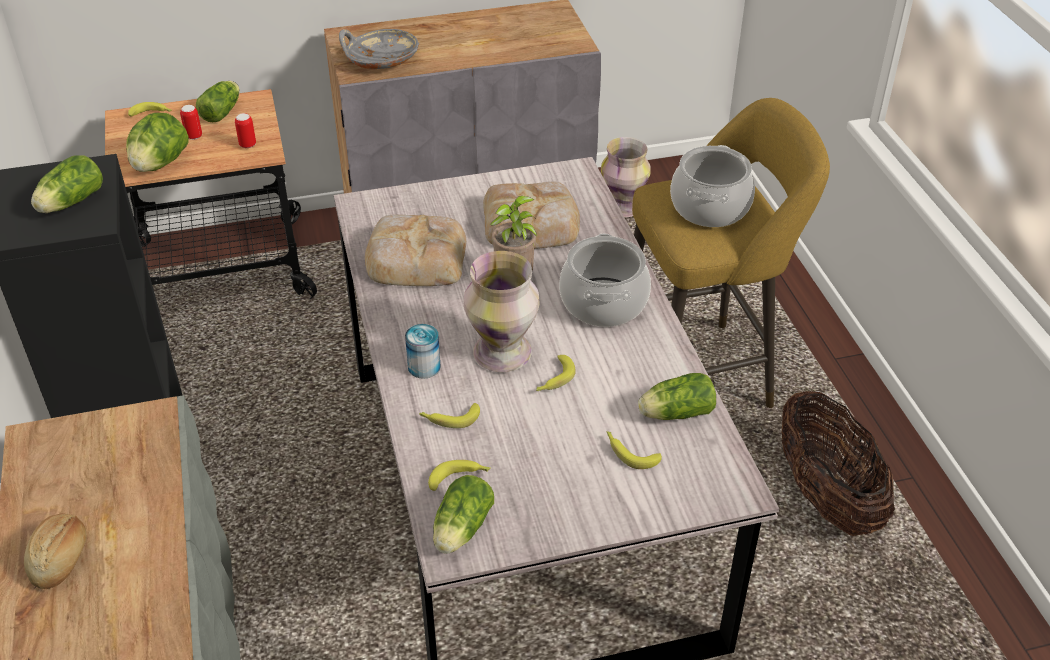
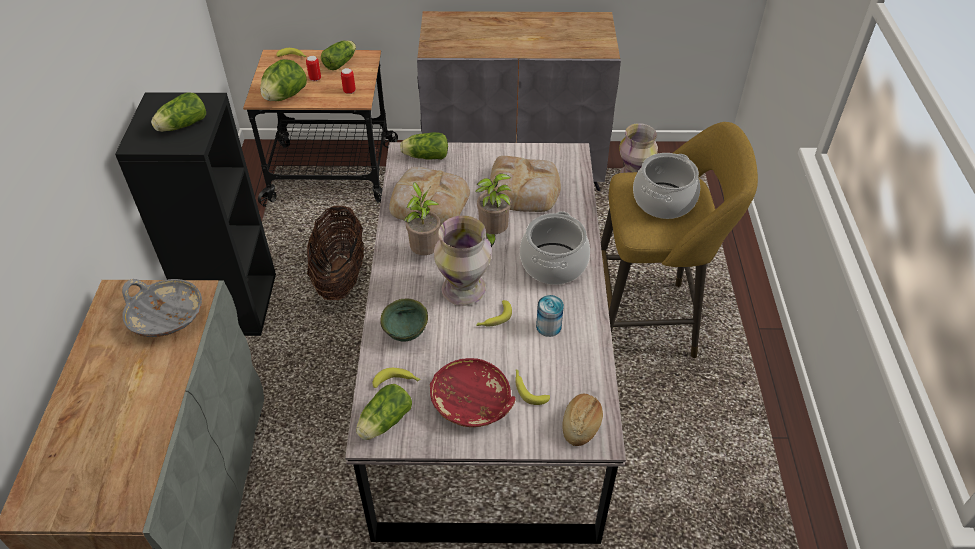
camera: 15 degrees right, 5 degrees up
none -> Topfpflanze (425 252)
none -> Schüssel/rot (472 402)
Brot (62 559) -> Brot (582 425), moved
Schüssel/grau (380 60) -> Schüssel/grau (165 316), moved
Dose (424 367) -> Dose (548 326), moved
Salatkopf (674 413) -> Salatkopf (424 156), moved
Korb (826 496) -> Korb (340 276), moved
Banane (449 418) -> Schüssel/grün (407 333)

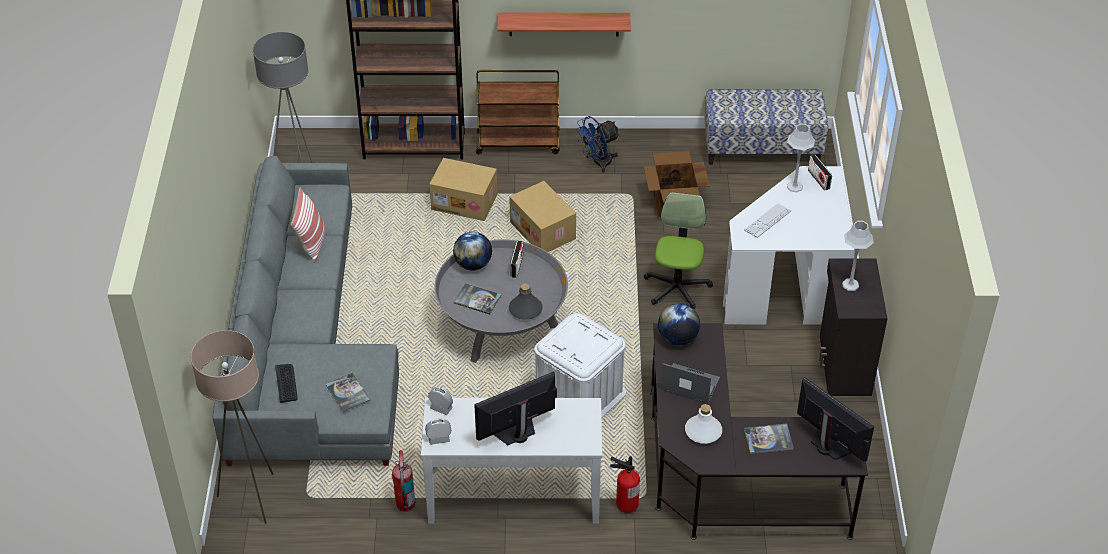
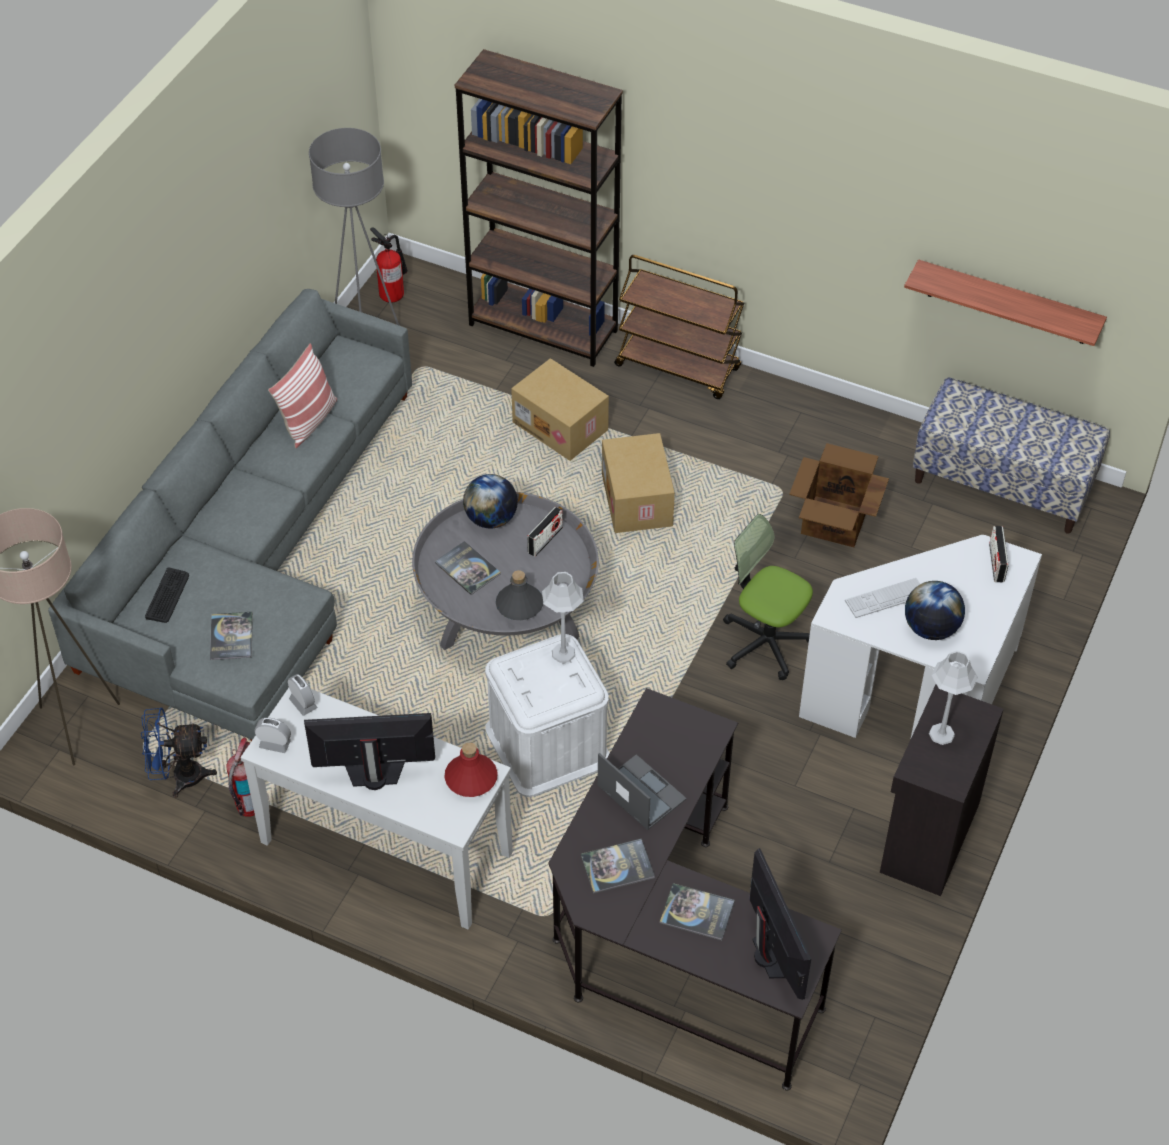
camera: 25 degrees right, 5 degrees up
none -> Flasche/rot (471 777)
Wandregal (563 24) -> Wandregal (1008 303), moved
Ventilator/blau (598 163) -> Ventilator/blau (179 777), moved
Feuerlöscher (626 503) -> Feuerlöscher (393 294), moved
Globus (677 338) -> Globus (930 628), moved
Tischlampe/grau (794 186) -> Tischlampe/grau (563 653), moved
Flasche/weiß (703 431) -> Buch (617 866)
Bürostuhl (677 287) -> Bürostuhl (765 642), 90 degrees counterclockwise

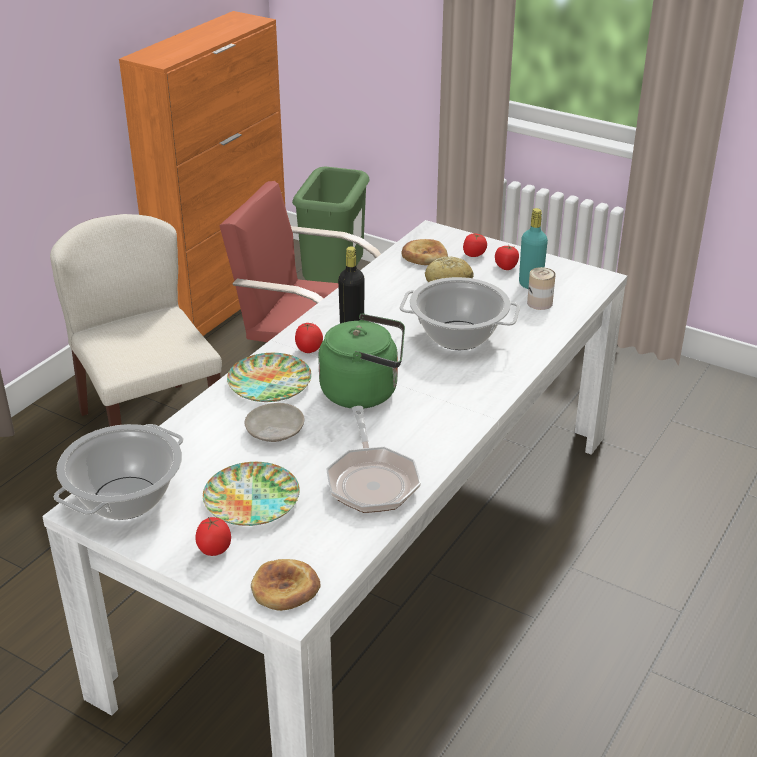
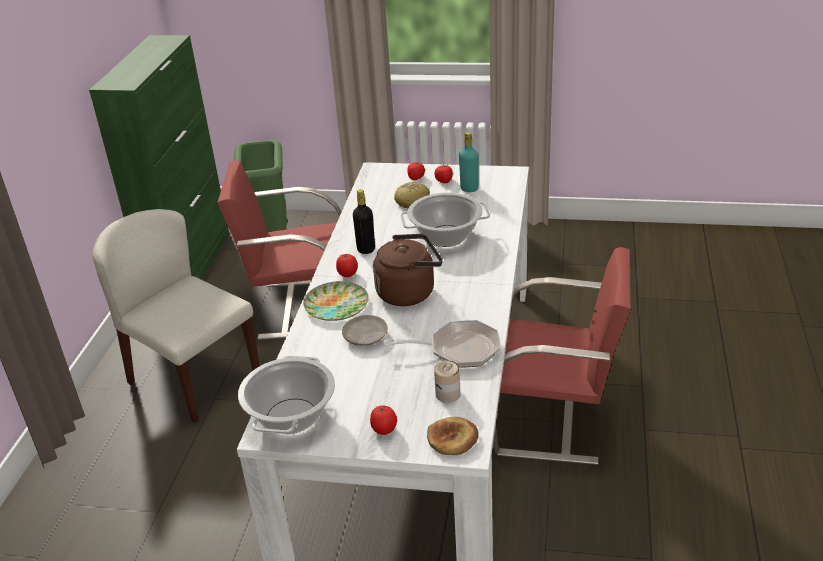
camera: 20 degrees left, 0 degrees up
Teller (252 499) -> none
Brot (424 256) -> none
none -> Stuhl/rot (552 420)
Dose (539 303) -> Dose (447 394), moved
Schrank/orange (224 300) -> Schrank/grün (190 266)
Wasserkessel/grün (364 392) -> Wasserkessel/braun (409 292)
Pfanne (371 480) -> Pfanne (458 350), 60 degrees counterclockwise

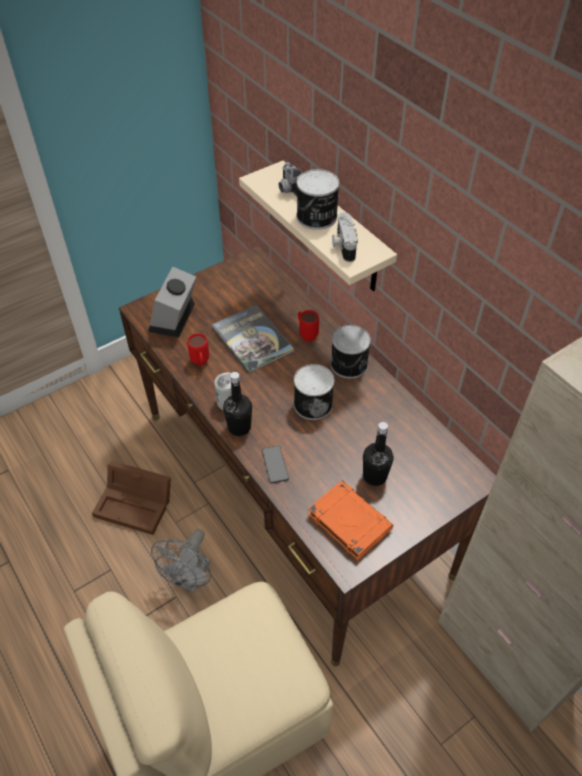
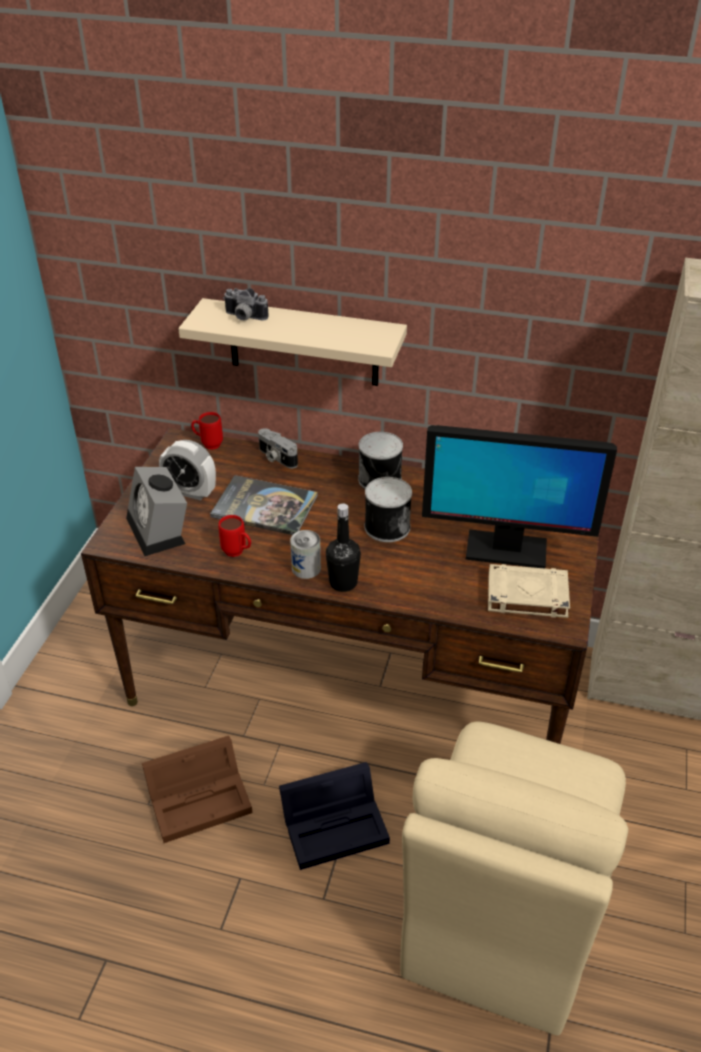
camera: 40 degrees left, 10 degrees down
Handy (275 464) -> none
Dose (317 217) -> none
none -> Wecker (190 492)
Henkelbecher/rot (306 334) -> Henkelbecher/rot (208 444), moved
Kamera (343 245) -> Kamera (276 457), moved
Ventilator/grau (190 579) -> Aufbewahrungsbox/schwarz (336 824)
Flasche/schwarz (374 476) -> Monitor (505 550)
Buch/orange (348 521) -> Buch/beige (526 595)

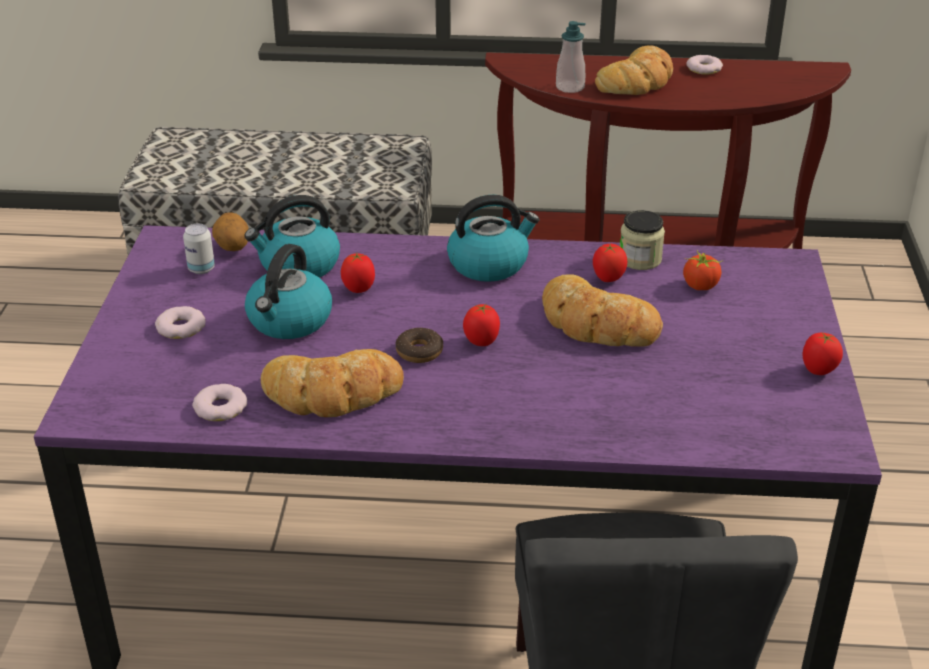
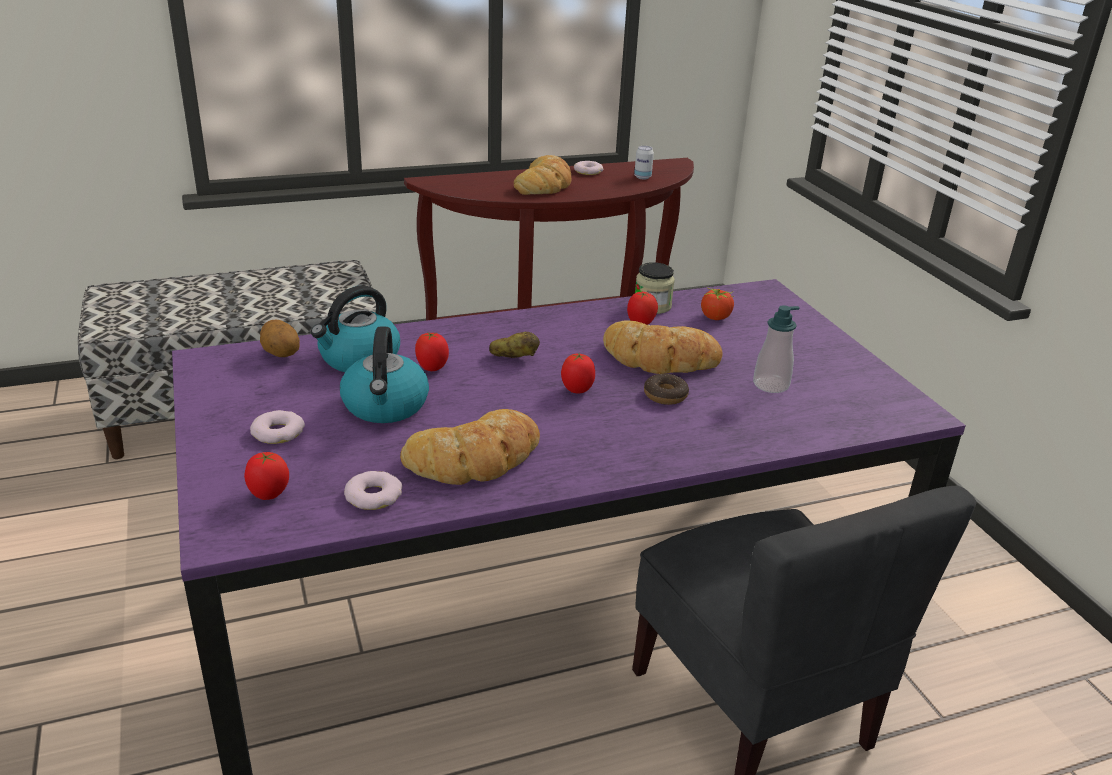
camera: 25 degrees left, 5 degrees down
Wasserkessel (489 264) -> none
none -> Kartoffel (514 358)
Dose (201 269) -> Dose (642 177), moved
Donut (419 351) -> Donut (665 395), moved
Seifenspender (570 87) -> Seifenspender (771 385), moved
Tomate (818 371) -> Tomate (269 495), moved

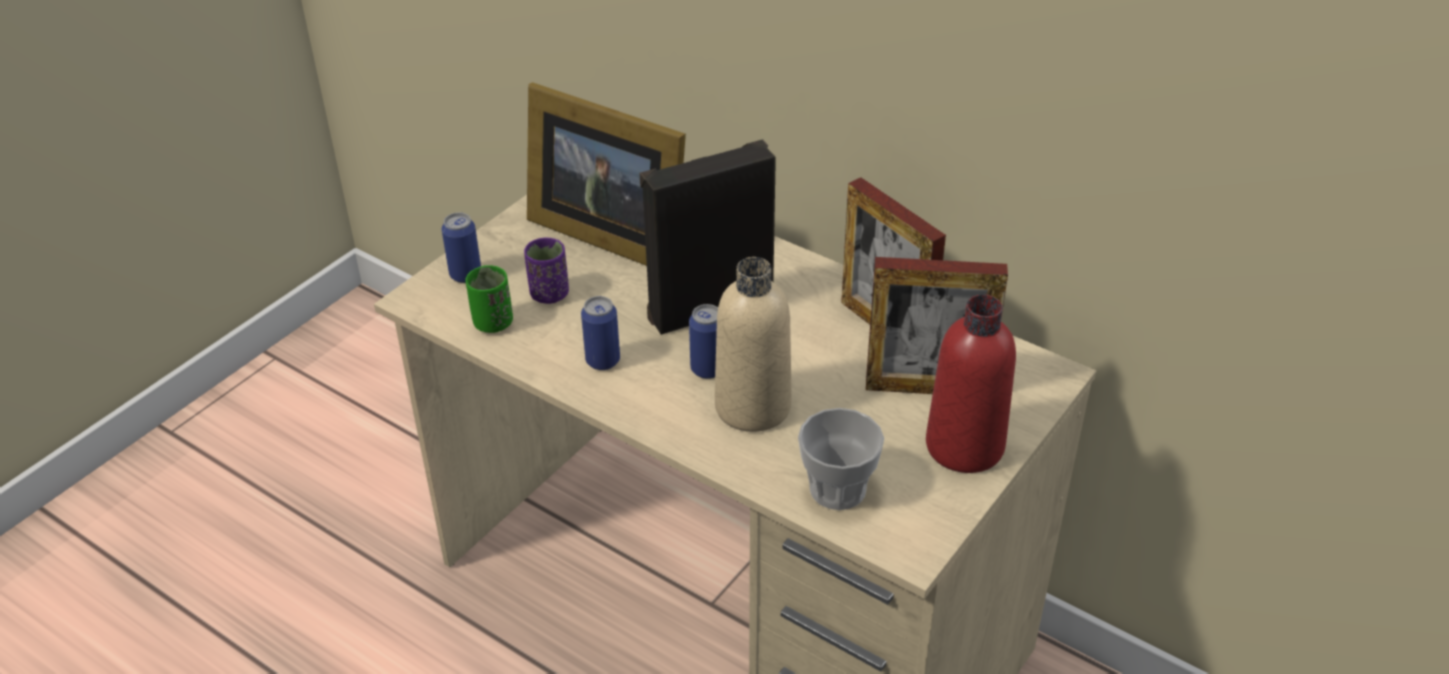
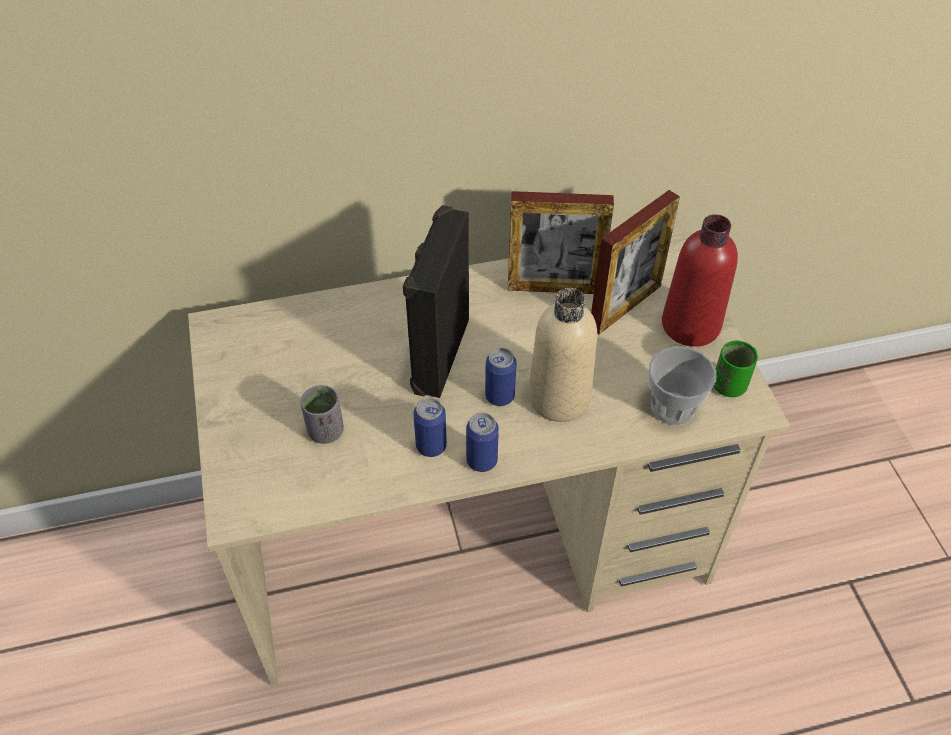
camera: 50 degrees left, 10 degrees up
Bilderrahmen (607 232) -> none
Dose (465 275) -> Dose (481 461), moved
Tasse/grün (493 323) -> Tasse/grün (729 386), moved
Tasse/lila (549 294) -> Tasse/grau (325 431)

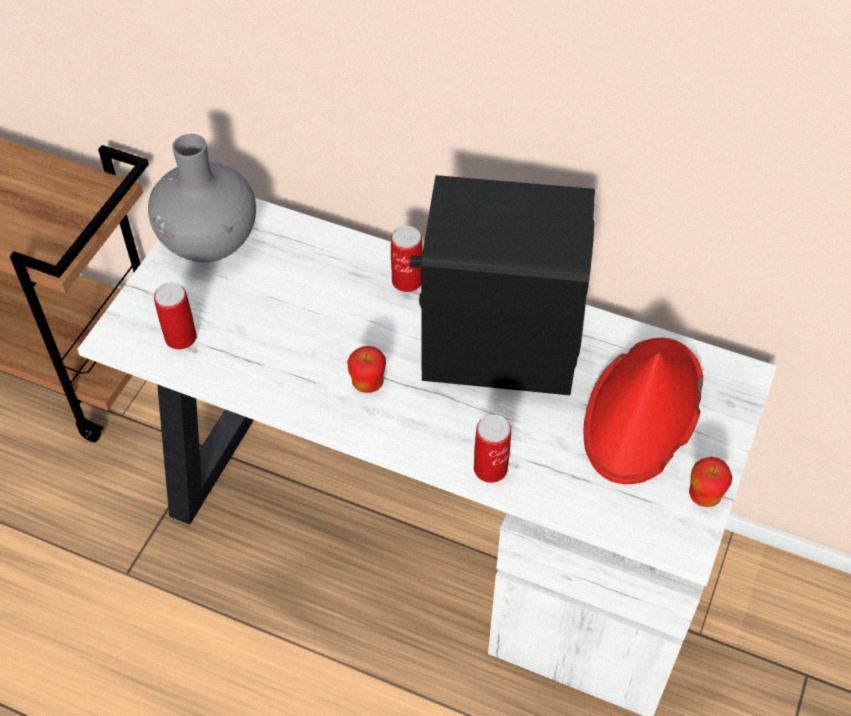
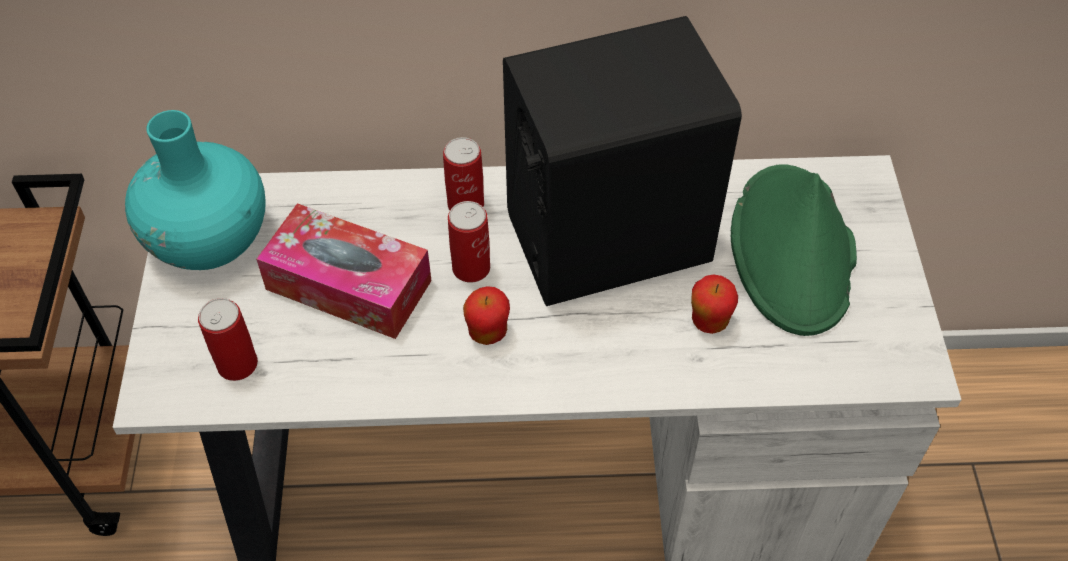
camera: 25 degrees left, 0 degrees up
none -> Taschentuchbox (348 285)
Dose (490 468) -> Dose (471 268), moved
Apfel (704 496) -> Apfel (709 321), moved
Vase/grau (208 240) -> Vase/türkis (209 240)
Hut/rot (643 412) -> Hut/grün (793 251)

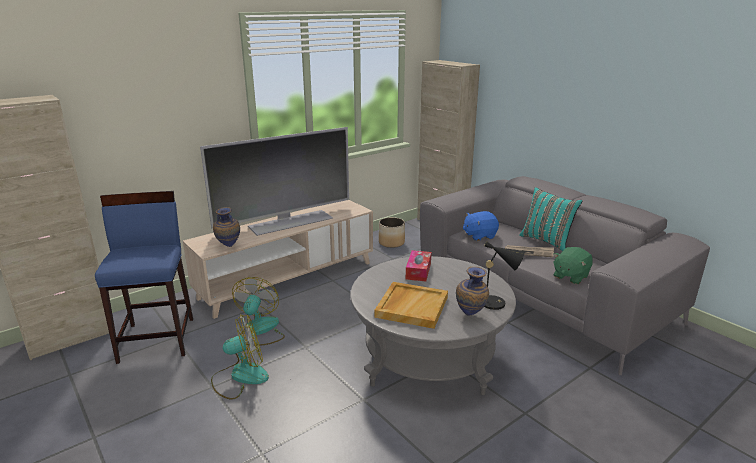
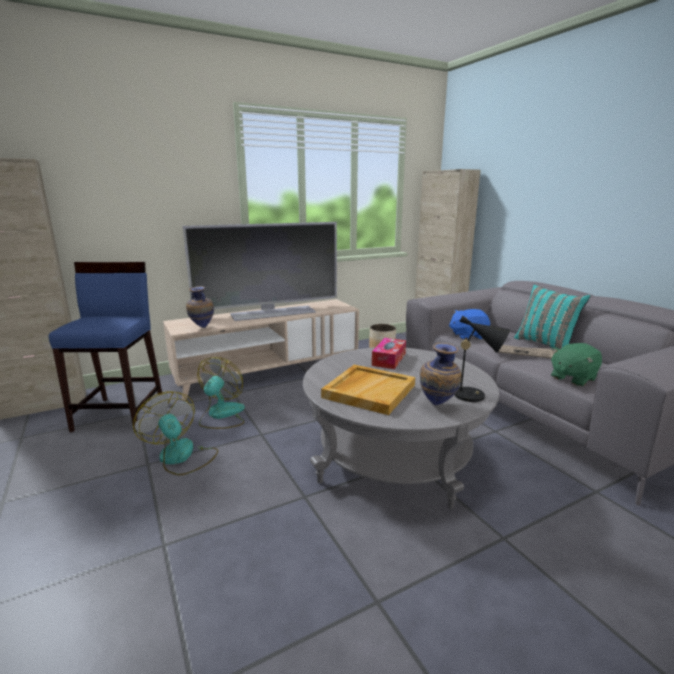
camera: 10 degrees right, 5 degrees down
Ventilator (240 377) -> Ventilator (181 457), 120 degrees counterclockwise

